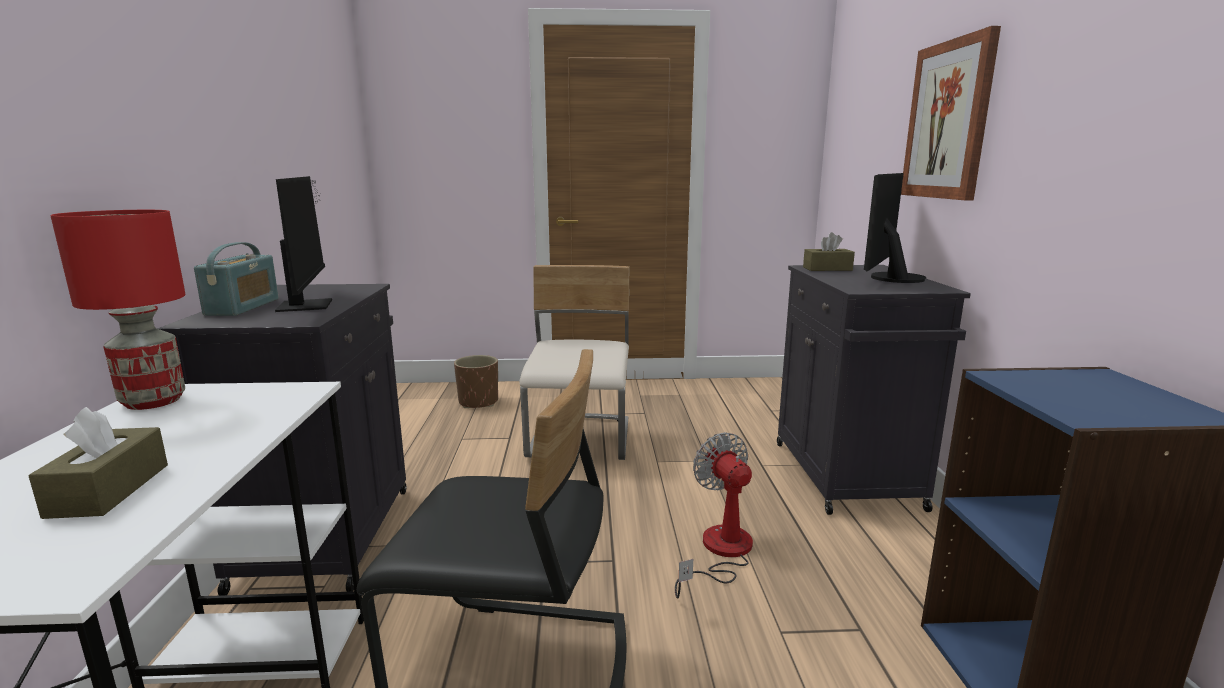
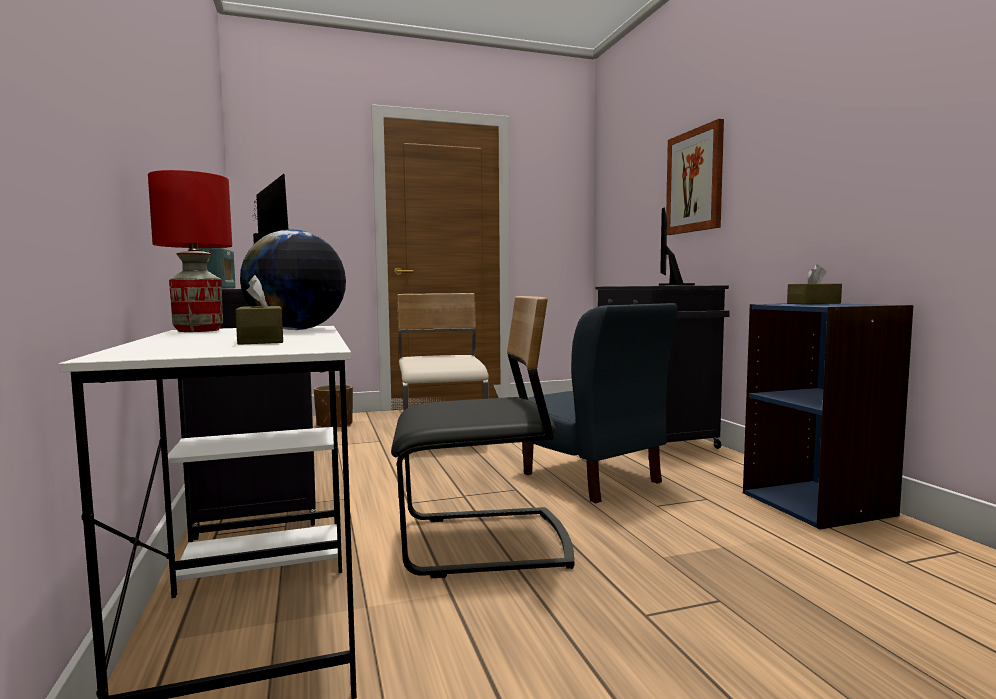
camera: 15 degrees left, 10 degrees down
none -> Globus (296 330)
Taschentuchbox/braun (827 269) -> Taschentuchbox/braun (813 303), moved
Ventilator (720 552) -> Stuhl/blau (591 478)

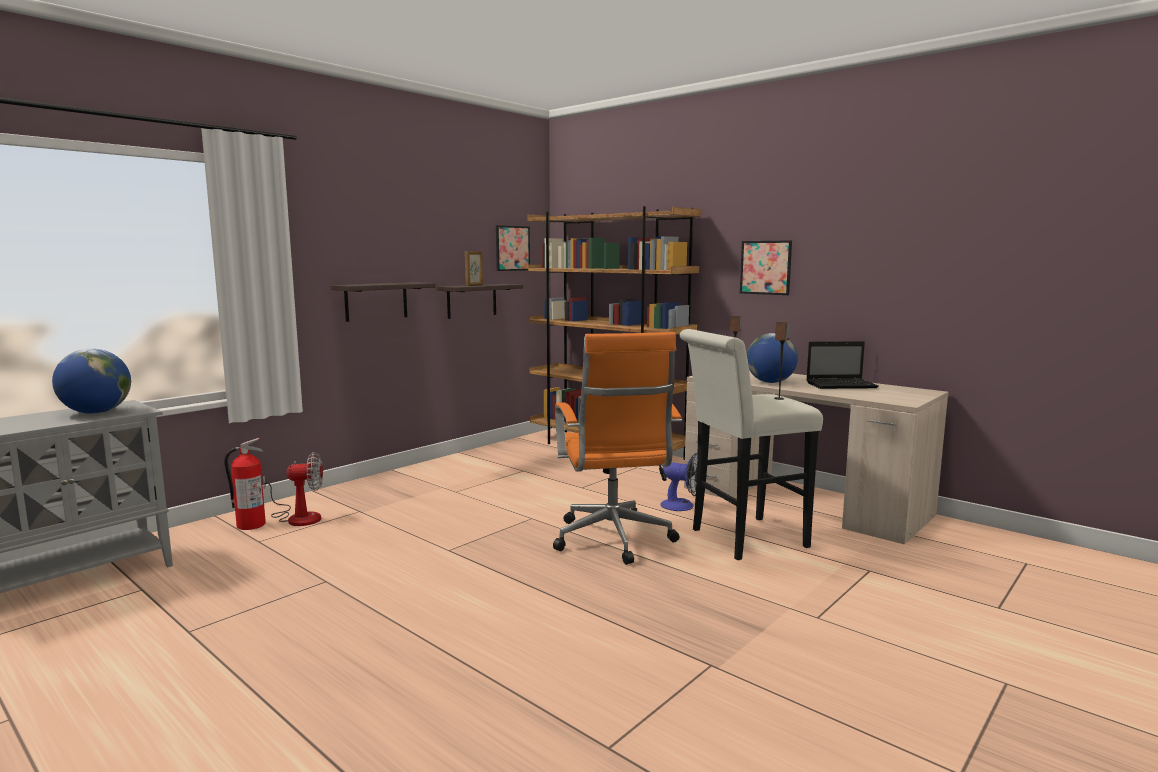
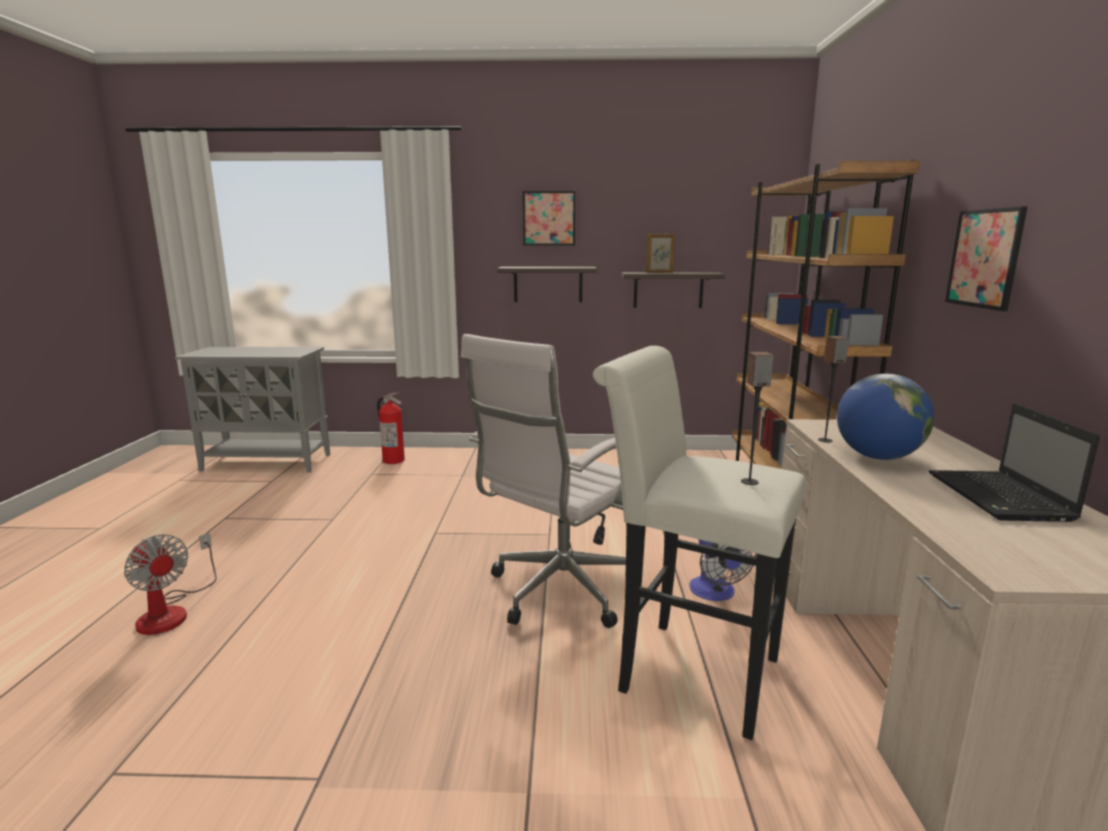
camera: 50 degrees right, 5 degrees up
Globus (96 412) -> none
Ventilator (298 517) -> Ventilator (171 611), moved
Bild (512 248) -> Bild (549 218), moved
Bürostuhl/orange (613 541) -> Bürostuhl/weiß (557 593)
Laptop (842 385) -> Laptop (1000 498), 45 degrees clockwise

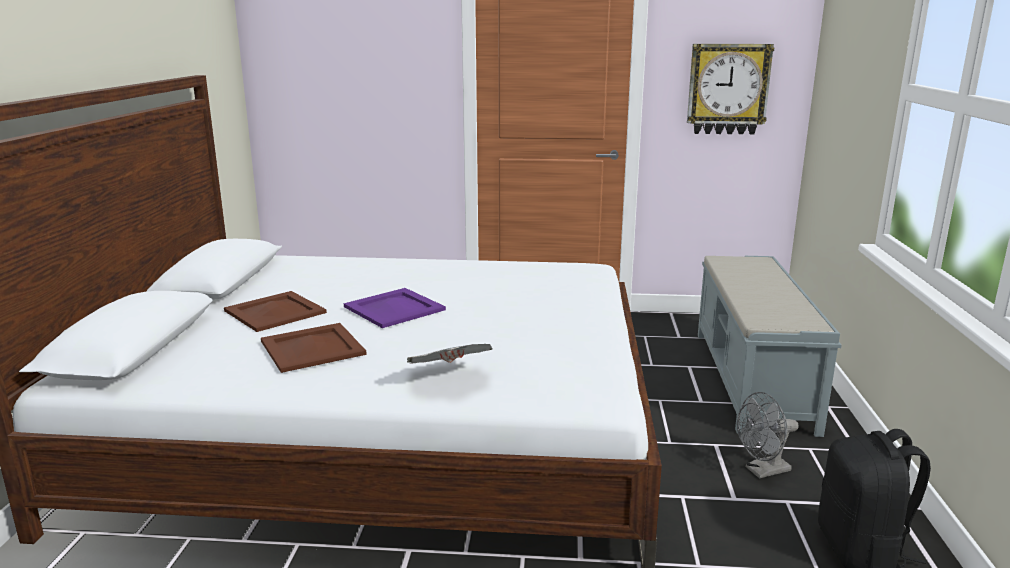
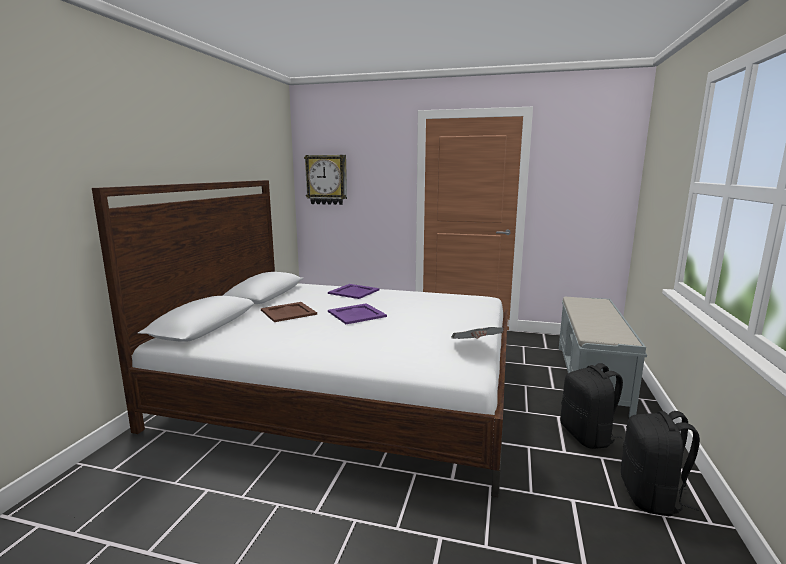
camera: 10 degrees right, 5 degrees down
Tablett/braun (313 347) -> none
none -> Tablett/lila (353 291)
Zeitung (449 376) -> Zeitung (475 347), moved
Wanduhr (727 89) -> Wanduhr (326 180), moved
Ventilator/grau (762 471) -> Rucksack/schwarz (587 436)

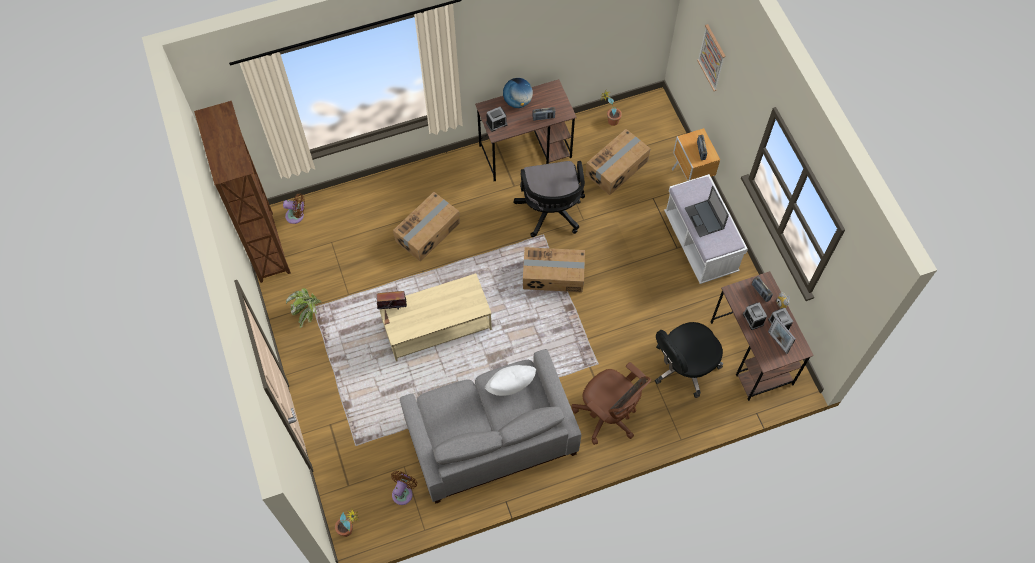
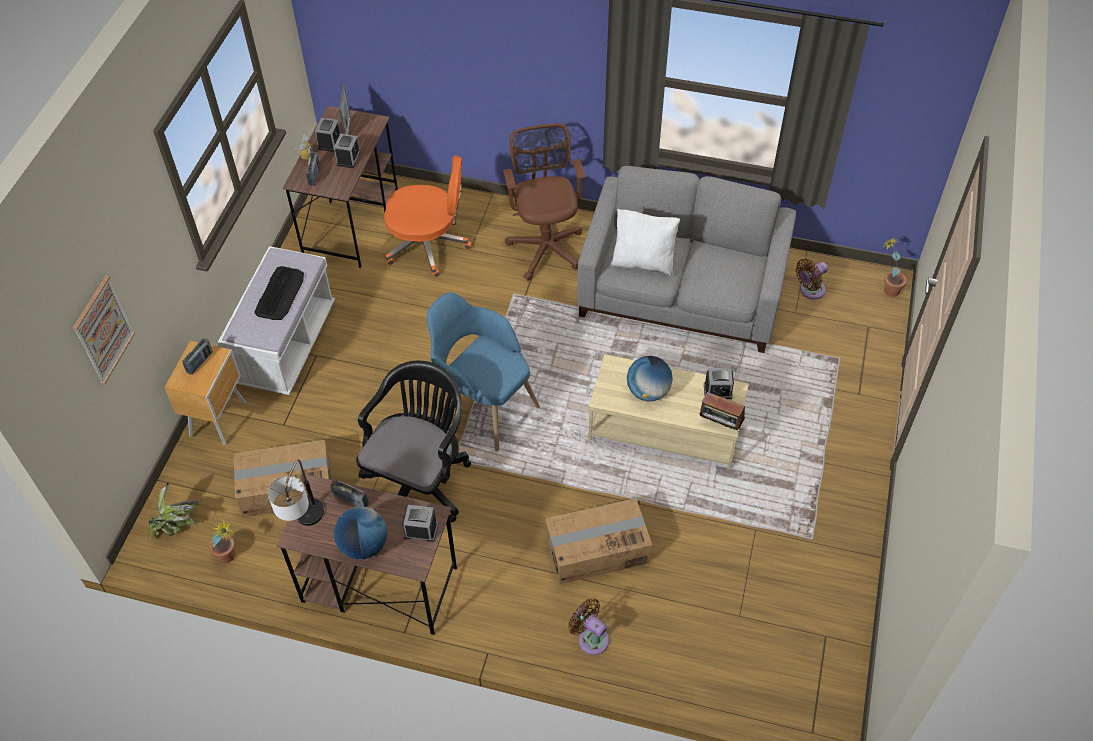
camera: 145 degrees left, 10 degrees down
Bücherregal/braun (267 246) -> none
none -> Tischlampe (304 525)
none -> Globus (648 392)
none -> Wecker (718 391)
Ventilator/braun (296 216) -> Ventilator/braun (590 638), moved
Topfpflanze (307 311) -> Topfpflanze (176 526), moved
Karton (553 275) -> Sessel/blau (483 406)
Laptop (704 218) -> Tastatur (280 293)
Bürostuhl/schwarz (684 366) -> Bürostuhl/orange (428 245)

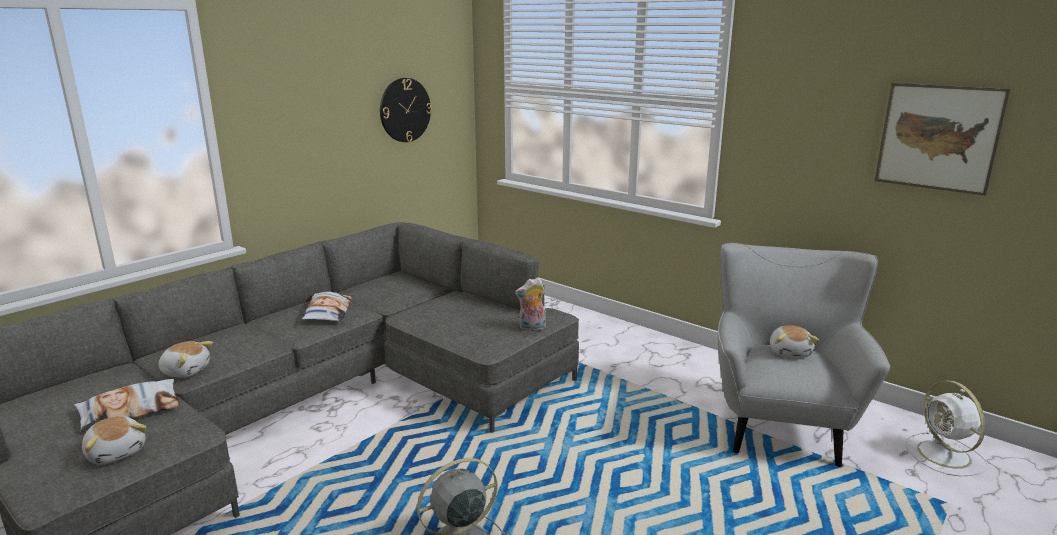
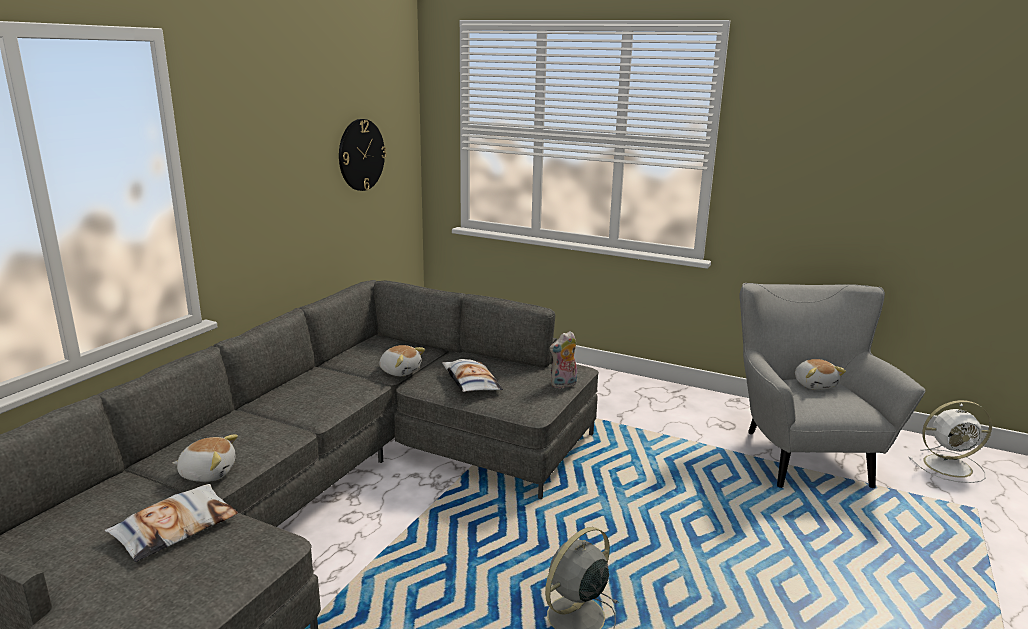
camera: 15 degrees left, 0 degrees up
Bild (938 137) -> none
Plüschtier (117 452) -> Plüschtier (400 371), moved
Kissen (327 312) -> Kissen (470 382), moved
Ventilator/weiß (945 455) -> Ventilator/weiß (949 466), 60 degrees counterclockwise

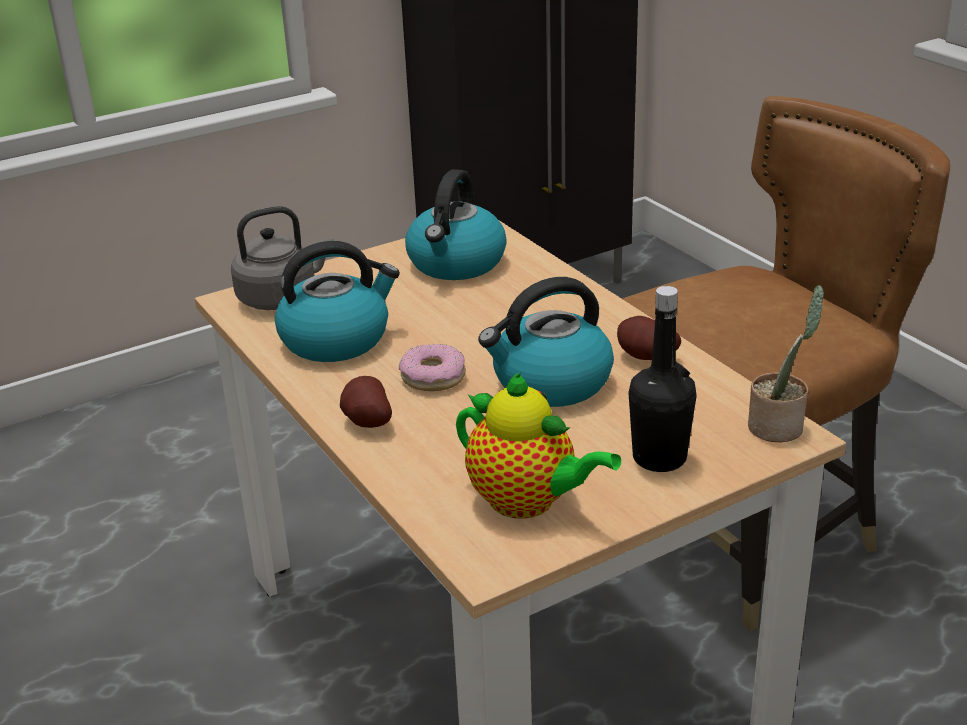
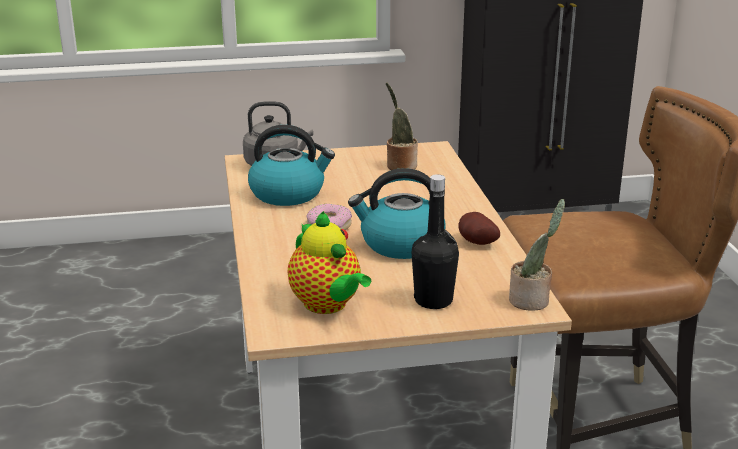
camera: 20 degrees right, 5 degrees down
Kartoffel (365 422) -> none
Wasserkessel (456 264) -> Topfpflanze (400 165)

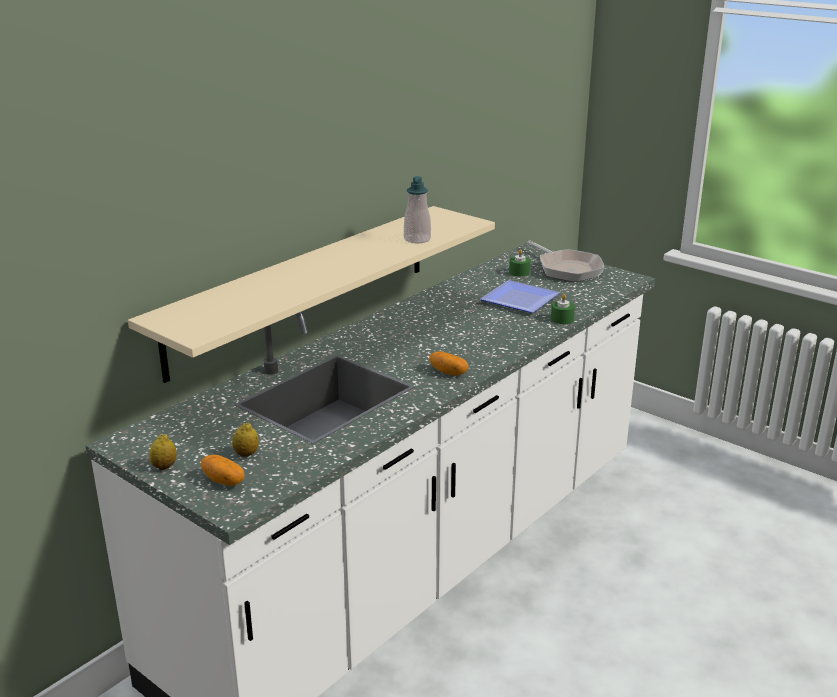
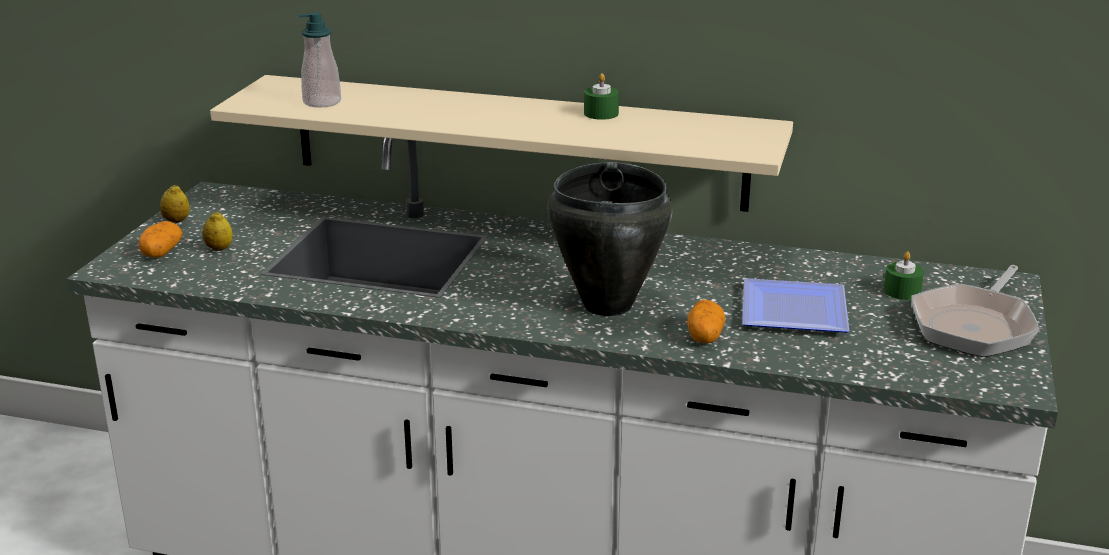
camera: 65 degrees right, 0 degrees up
none -> Kochtopf/schwarz (606 305)
Seifenspender (417 239) -> Seifenspender (322 102), moved
Kartoffel (448 372) -> Kartoffel (704 336), moved
Kerze/grün (562 319) -> Kerze/grün (601 113), moved

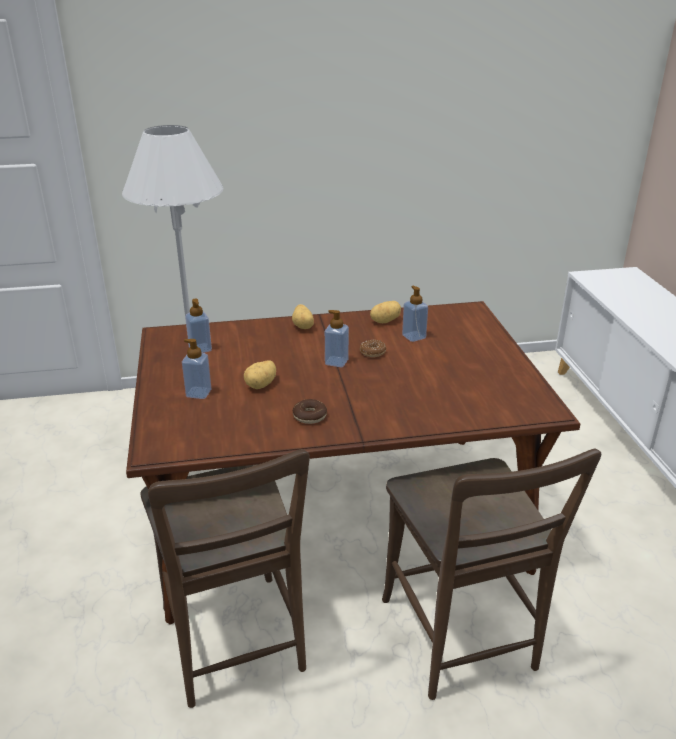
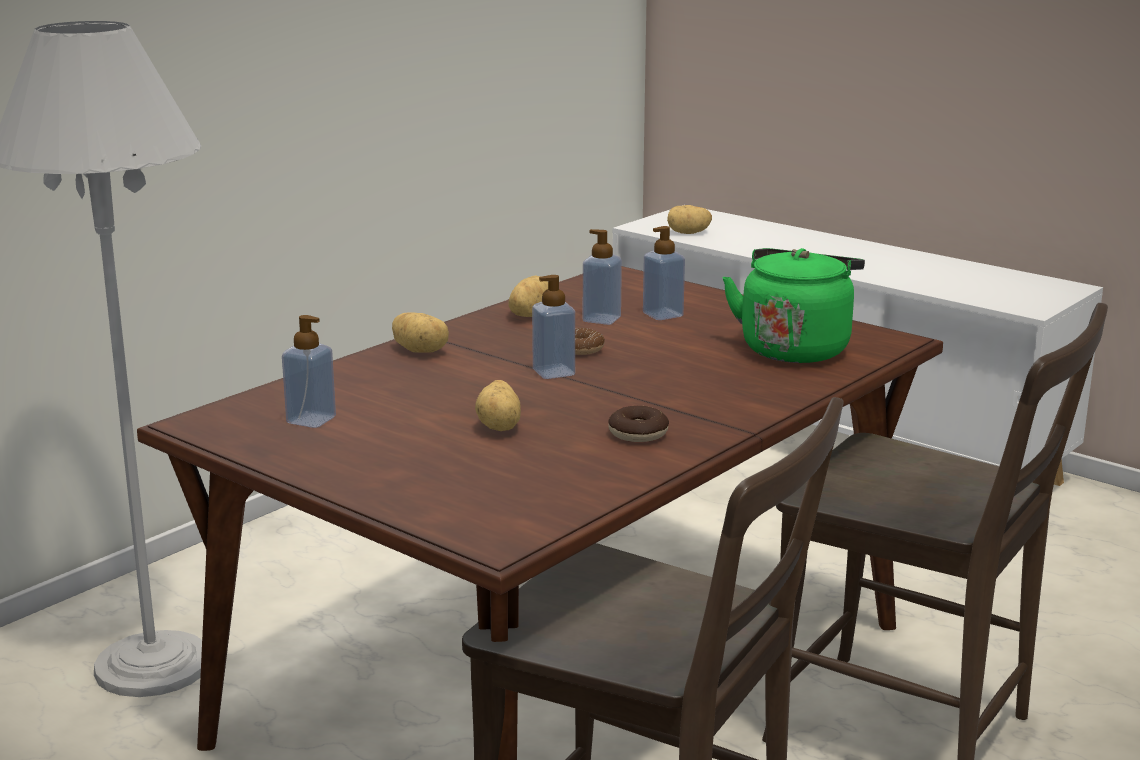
camera: 40 degrees left, 10 degrees down
none -> Kartoffel (688 233)
none -> Wasserkessel/grün (795 348)
Seifenspender (198 393) -> Seifenspender (663 315), moved

